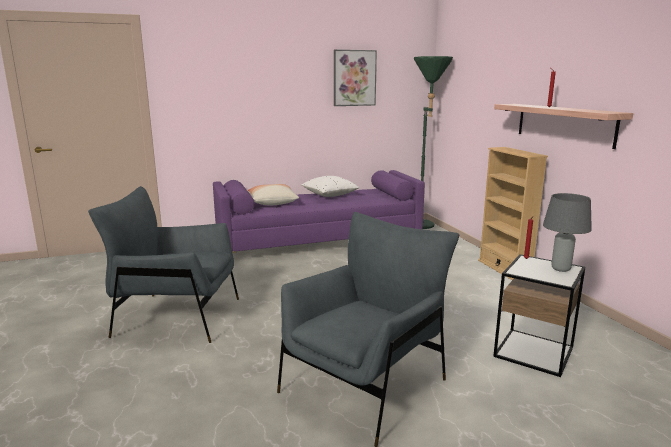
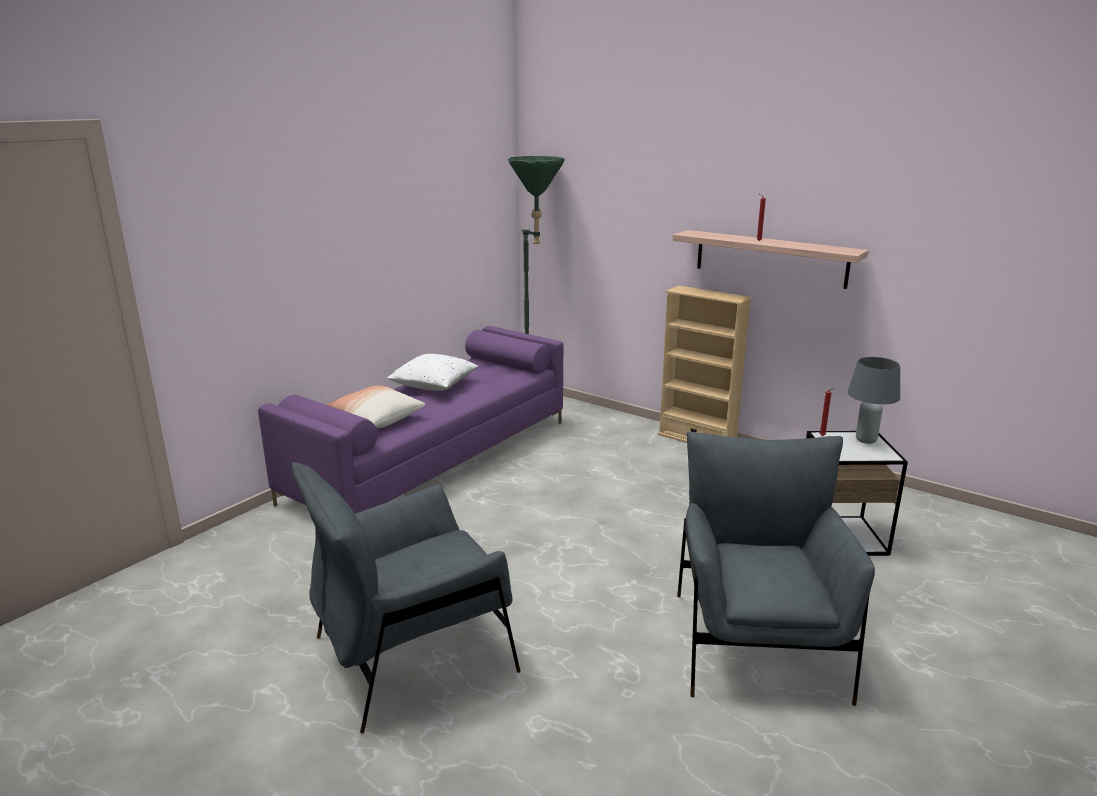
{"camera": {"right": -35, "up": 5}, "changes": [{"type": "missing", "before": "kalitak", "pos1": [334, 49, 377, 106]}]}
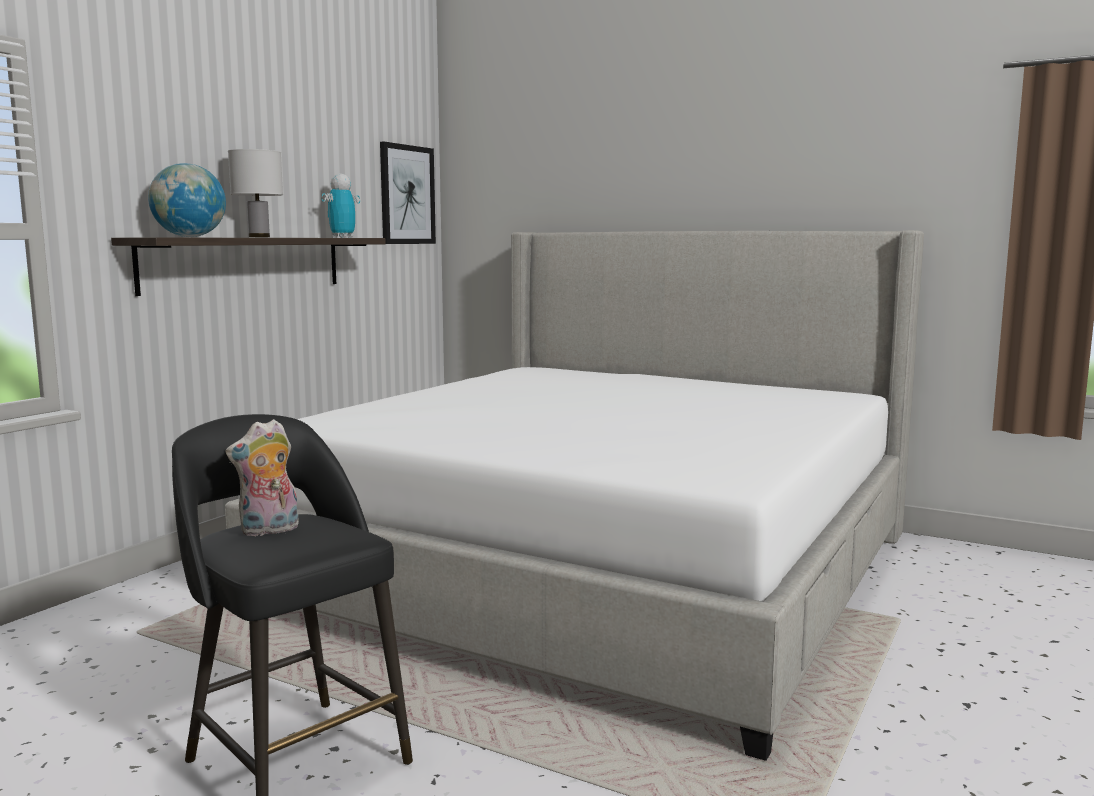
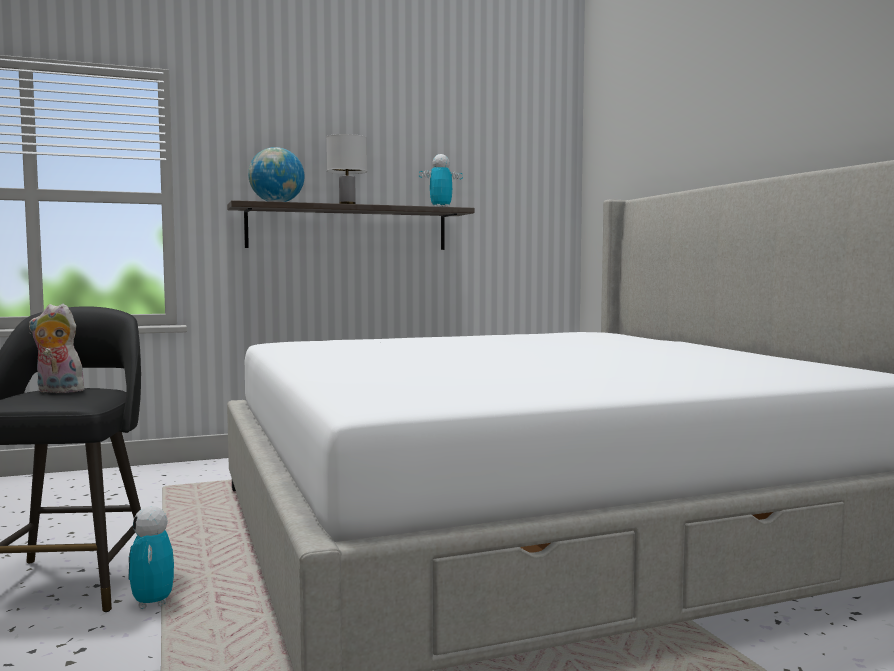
{"camera": {"right": 40, "up": -5}, "changes": [{"type": "missing", "before": "kalitak", "pos1": [380, 142, 436, 244]}, {"type": "appeared", "after": "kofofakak", "pos2": [128, 506, 174, 609]}]}
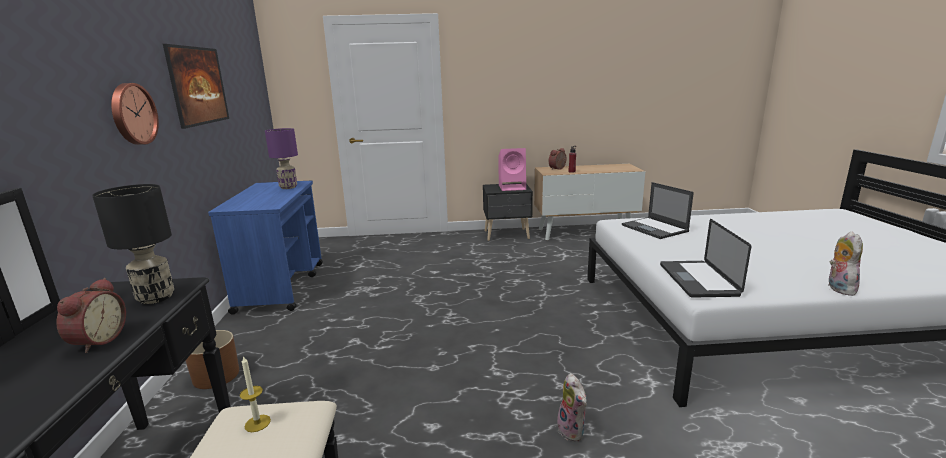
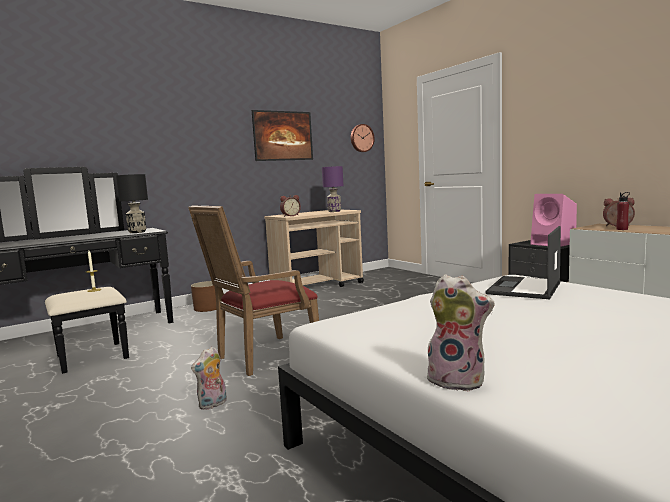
{"camera": {"right": 60, "up": -10}, "changes": [{"type": "relocated", "before": "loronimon", "pos1": [111, 83, 159, 145], "pos2": [351, 124, 375, 152]}, {"type": "colour", "before": "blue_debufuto", "after": "beige_debufuto", "pos1": [208, 181, 323, 314], "pos2": [264, 210, 364, 287]}, {"type": "missing", "before": "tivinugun", "pos1": [660, 219, 751, 298]}, {"type": "spun", "before": "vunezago", "pos1": [828, 231, 863, 296], "pos2": [427, 274, 495, 392], "turn": 45}, {"type": "relocated", "before": "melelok", "pos1": [56, 278, 126, 353], "pos2": [280, 195, 301, 217]}, {"type": "appeared", "after": "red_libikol", "pos2": [188, 206, 319, 376]}]}
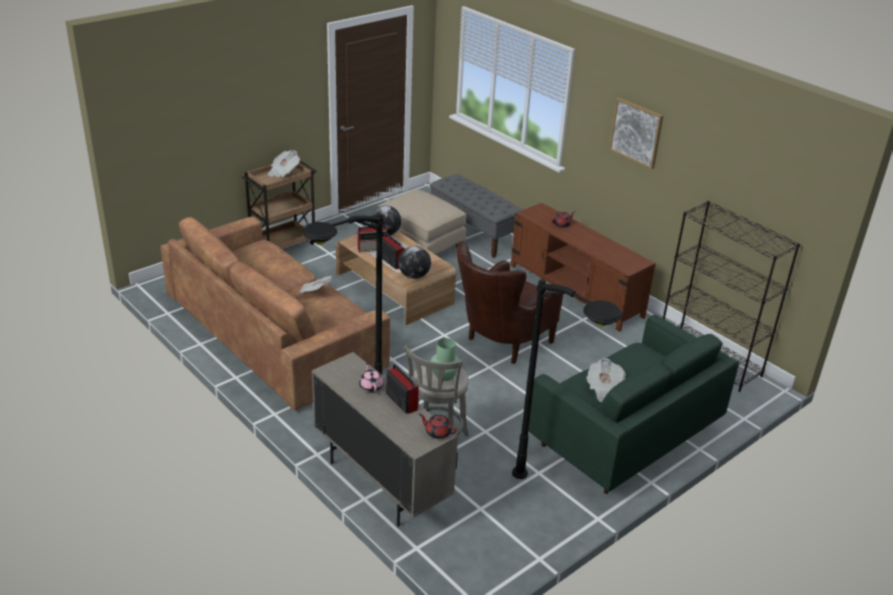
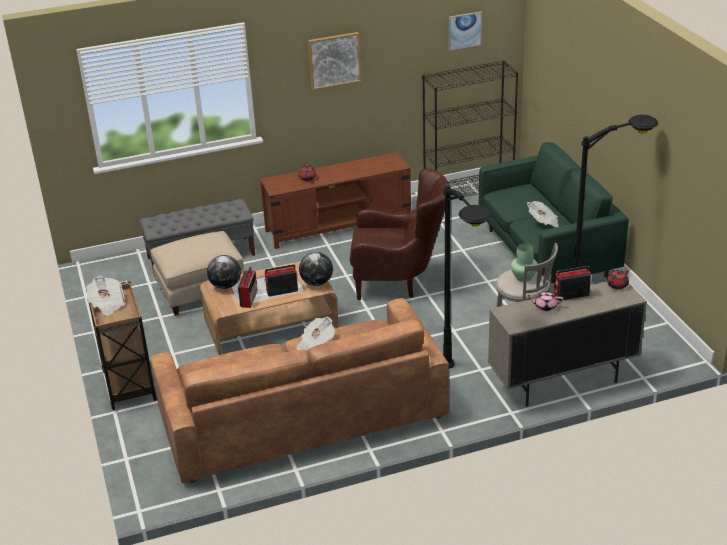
{"camera": {"right": -65, "up": 0}, "changes": [{"type": "spun", "before": "brown_libikol", "pos1": [457, 241, 563, 364], "pos2": [350, 168, 449, 300], "turn": -60}, {"type": "appeared", "after": "kalitak", "pos2": [449, 11, 482, 51]}]}
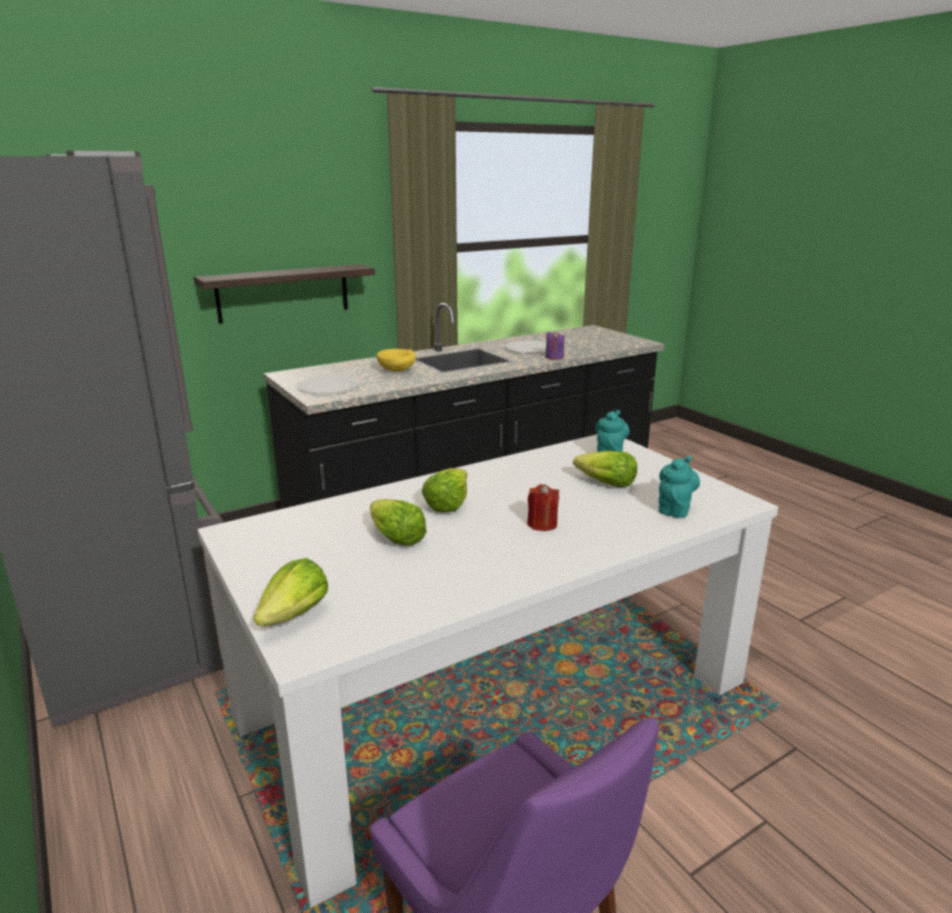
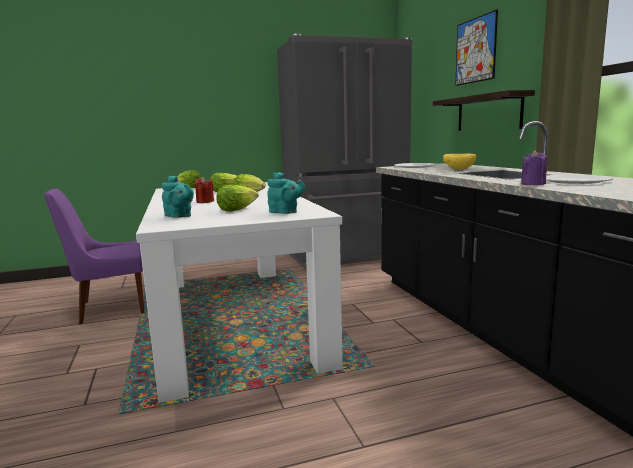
{"camera": {"right": 105, "up": -10}, "changes": [{"type": "appeared", "after": "kalitak", "pos2": [455, 10, 498, 86]}]}
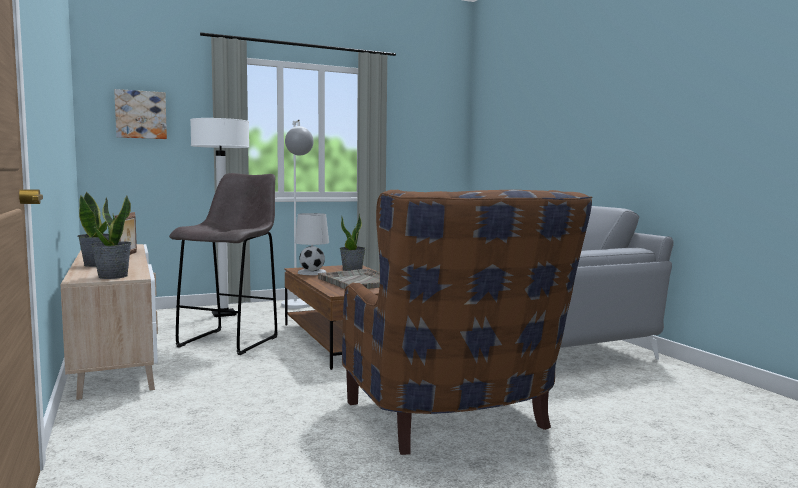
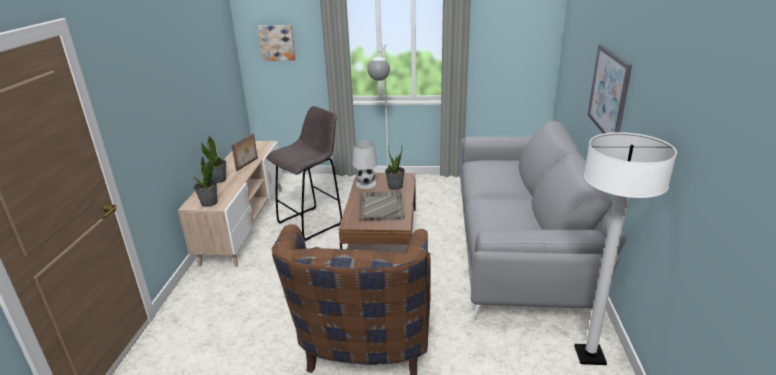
{"camera": {"right": 30, "up": 20}, "changes": [{"type": "relocated", "before": "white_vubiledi", "pos1": [190, 118, 250, 317], "pos2": [574, 132, 677, 365]}, {"type": "appeared", "after": "kalitak", "pos2": [588, 45, 632, 134]}]}
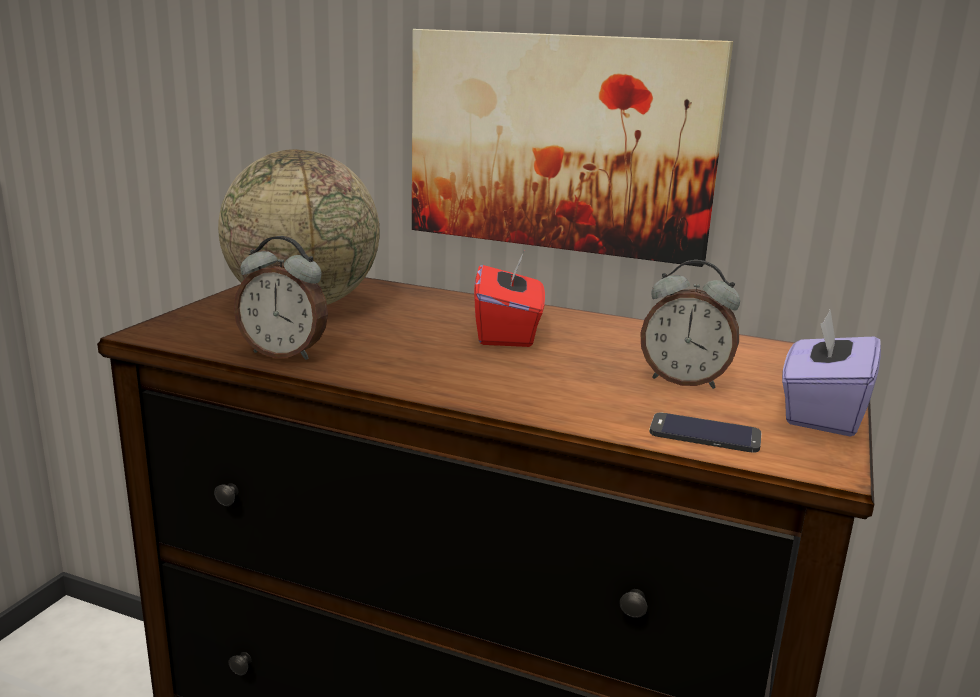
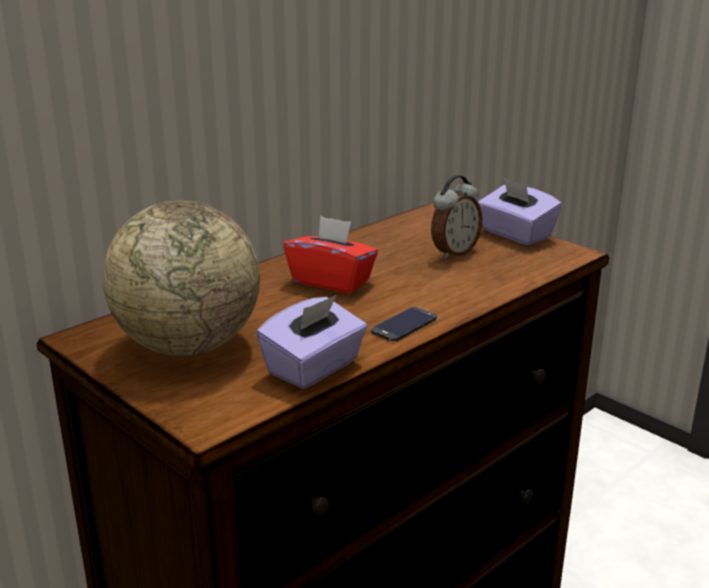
{"camera": {"right": -65, "up": 5}, "changes": [{"type": "missing", "before": "kalitak", "pos1": [412, 29, 733, 267]}, {"type": "exchanged", "before": "melelok", "after": "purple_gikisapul", "pos1": [234, 236, 328, 360], "pos2": [256, 295, 367, 389]}, {"type": "relocated", "before": "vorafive", "pos1": [649, 413, 761, 452], "pos2": [371, 307, 437, 341]}]}
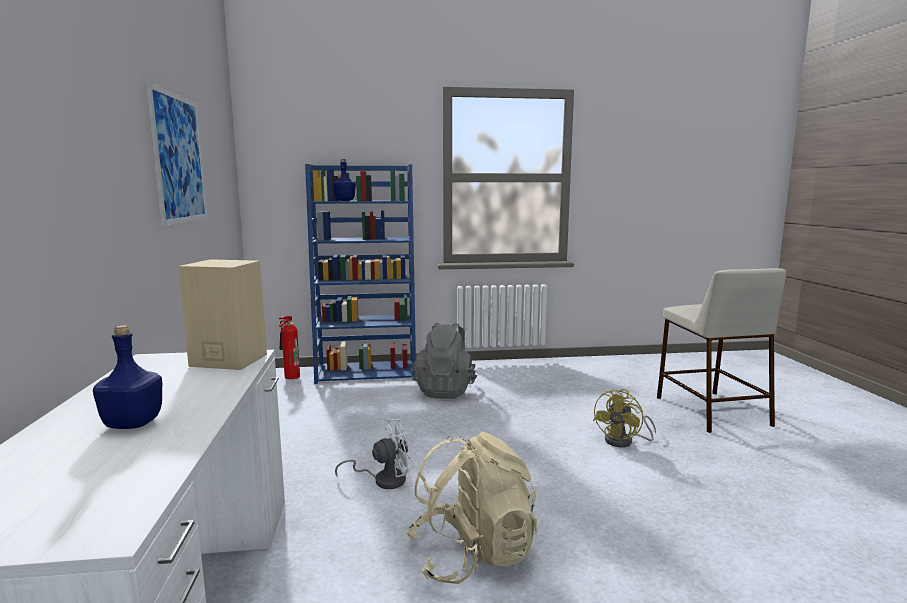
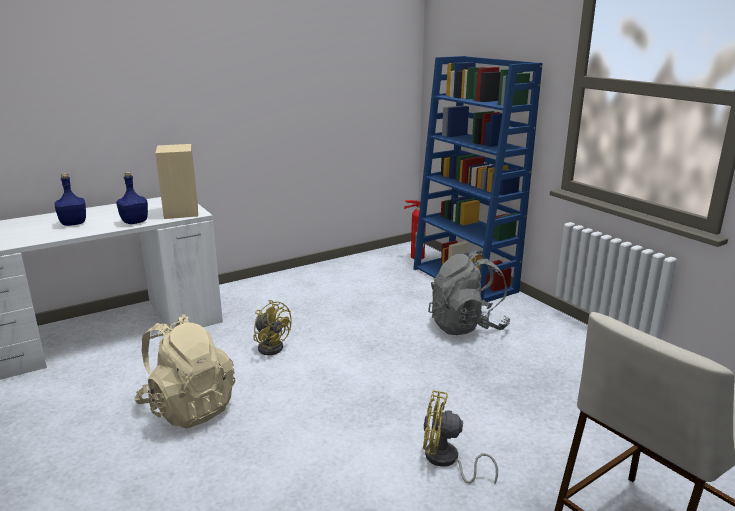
{"camera": {"right": 65, "up": 10}, "changes": [{"type": "missing", "before": "kalitak", "pos1": [146, 82, 207, 226]}, {"type": "relocated", "before": "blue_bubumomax", "pos1": [333, 159, 356, 201], "pos2": [116, 172, 148, 224]}, {"type": "colour", "before": "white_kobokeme", "after": "yellow_kobokeme", "pos1": [335, 419, 414, 489], "pos2": [253, 300, 292, 355]}]}
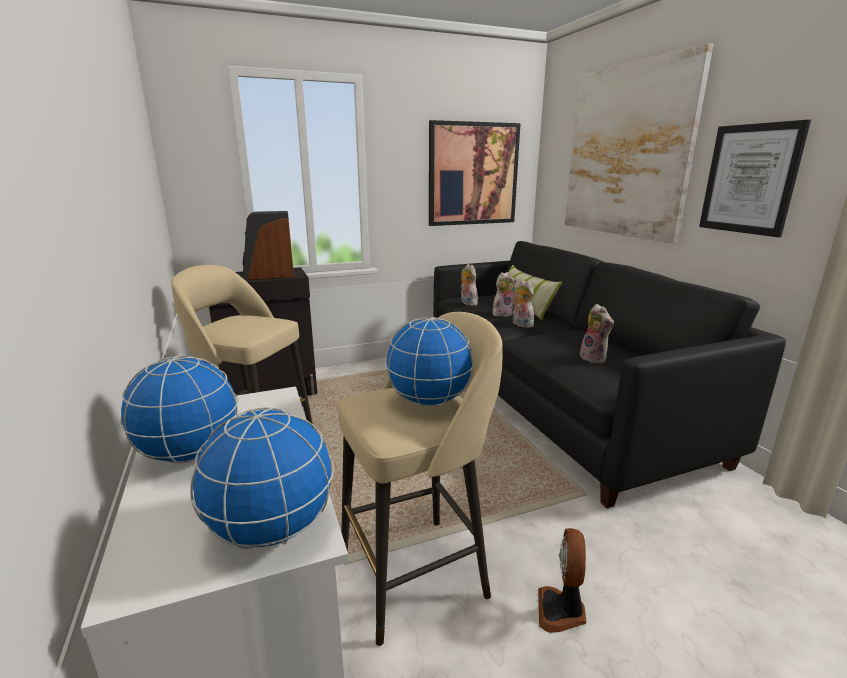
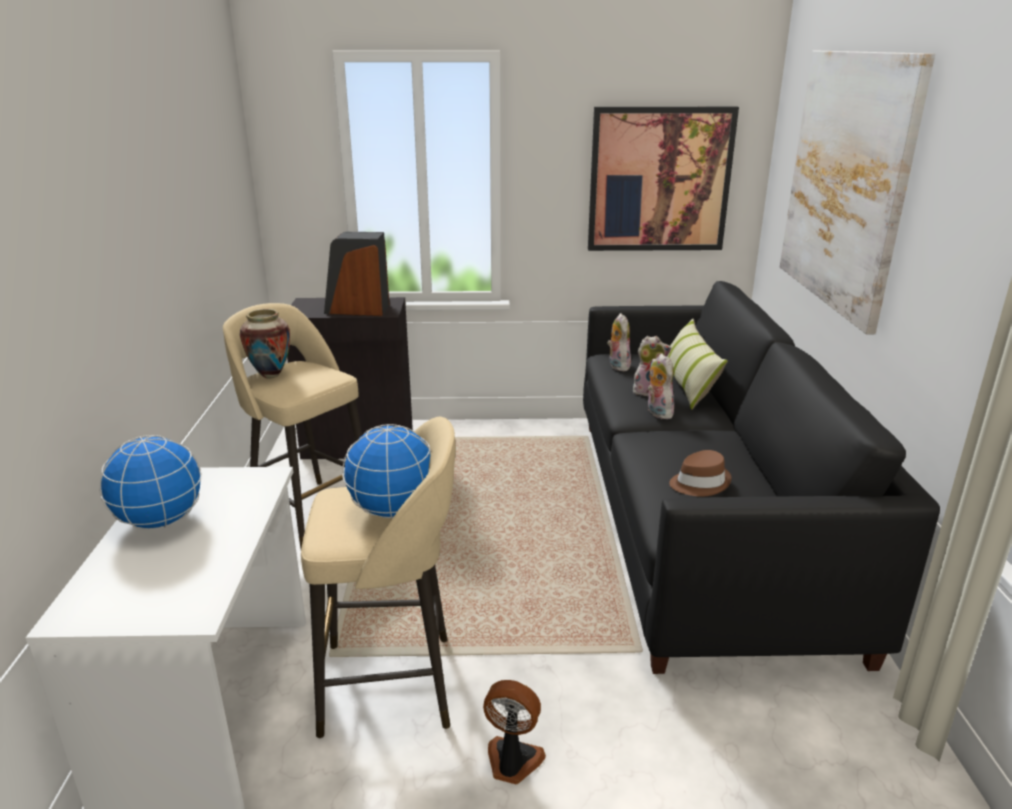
{"camera": {"right": 20, "up": 5}, "changes": [{"type": "missing", "before": "kalitak", "pos1": [699, 120, 811, 237]}, {"type": "exchanged", "before": "vunezago", "after": "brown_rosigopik", "pos1": [580, 304, 614, 364], "pos2": [669, 450, 732, 497]}, {"type": "missing", "before": "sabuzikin", "pos1": [190, 407, 334, 549]}, {"type": "spun", "before": "kobokeme", "pos1": [538, 528, 587, 633], "pos2": [483, 680, 546, 784], "turn": 75}, {"type": "appeared", "after": "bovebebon", "pos2": [240, 309, 290, 379]}]}
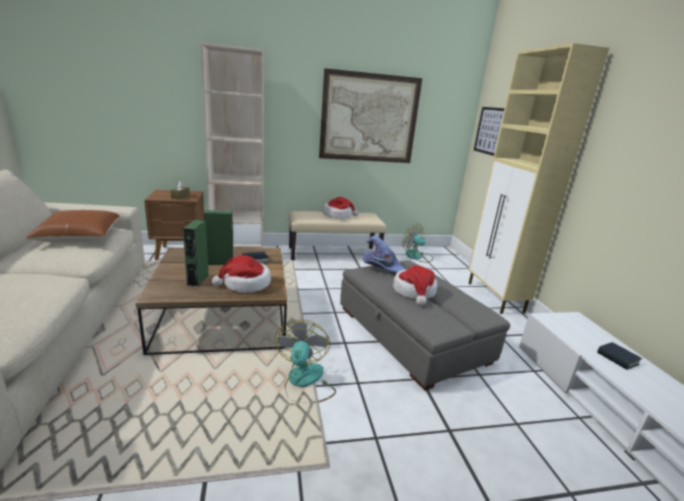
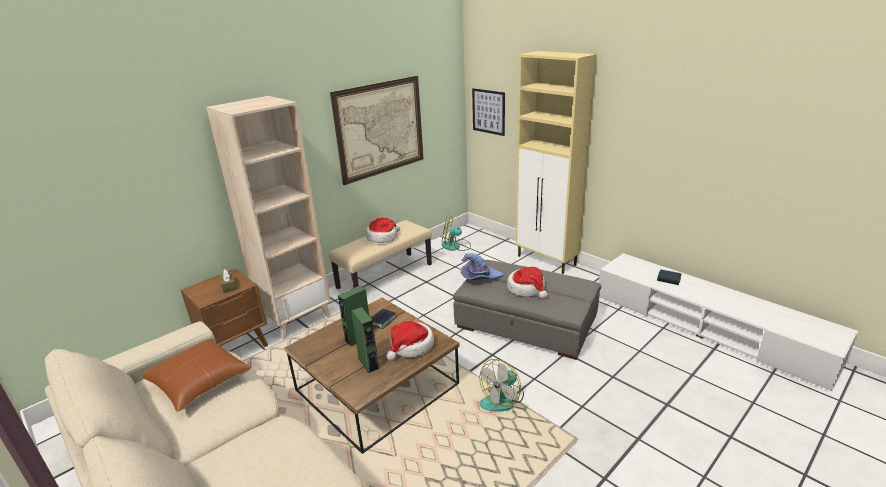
{"camera": {"right": -30, "up": 5}, "changes": [{"type": "spun", "before": "kobokeme", "pos1": [275, 320, 336, 402], "pos2": [479, 359, 524, 411], "turn": -105}]}
